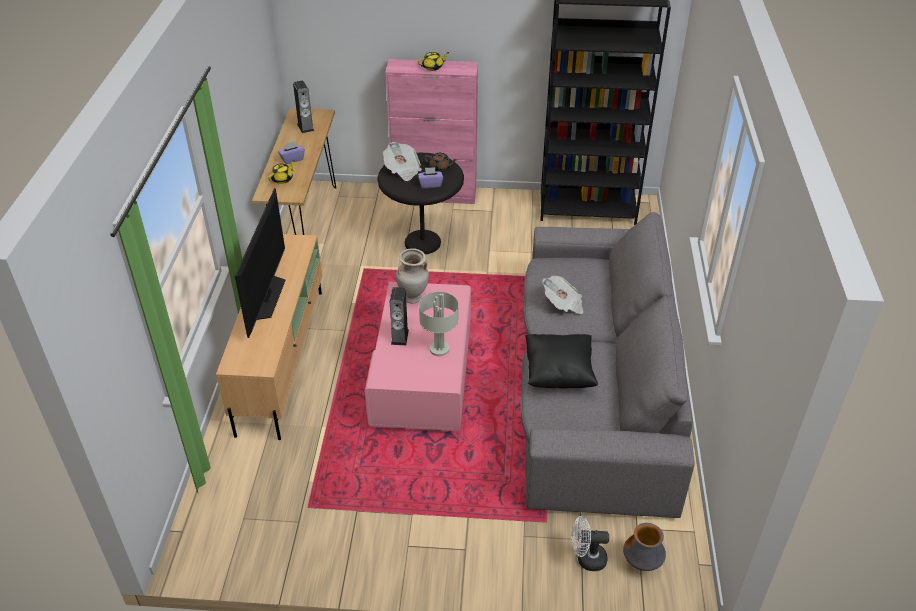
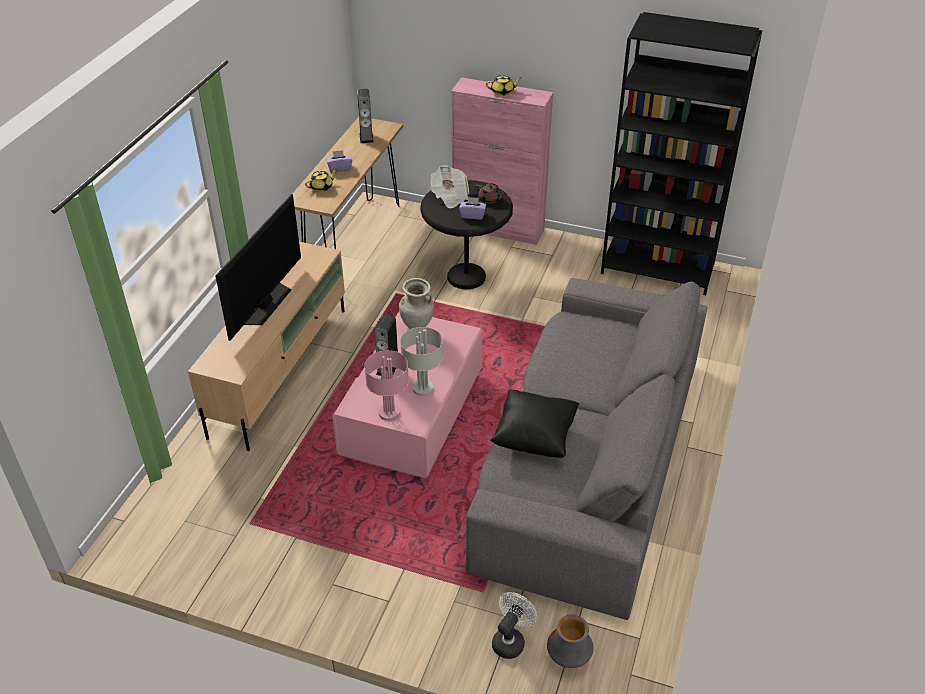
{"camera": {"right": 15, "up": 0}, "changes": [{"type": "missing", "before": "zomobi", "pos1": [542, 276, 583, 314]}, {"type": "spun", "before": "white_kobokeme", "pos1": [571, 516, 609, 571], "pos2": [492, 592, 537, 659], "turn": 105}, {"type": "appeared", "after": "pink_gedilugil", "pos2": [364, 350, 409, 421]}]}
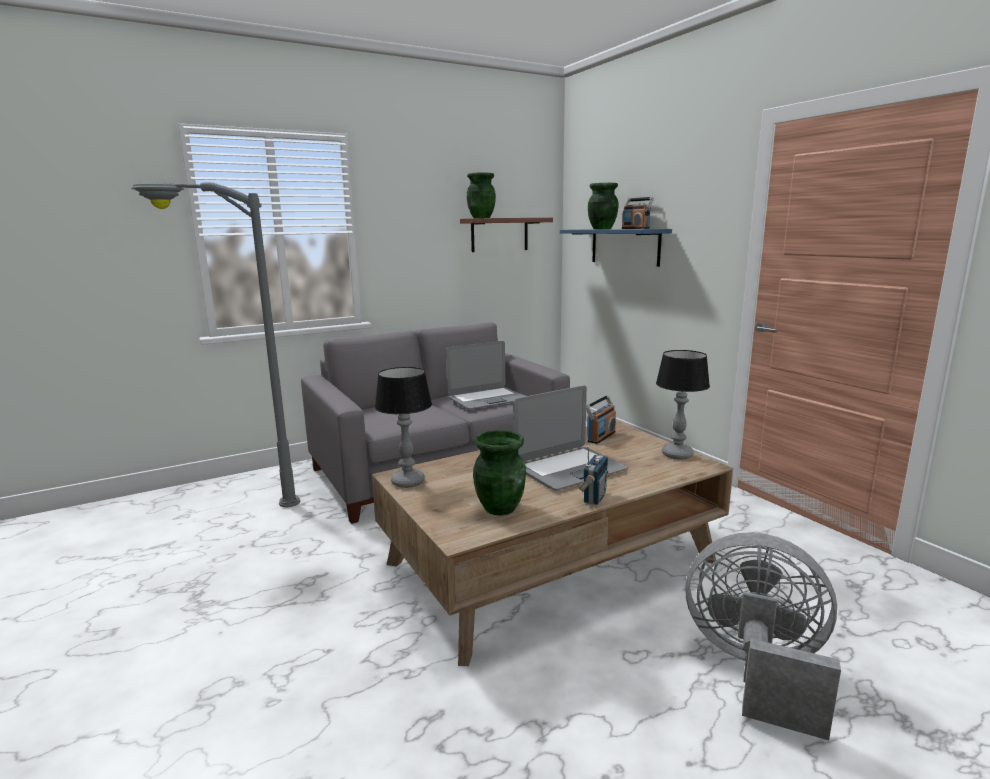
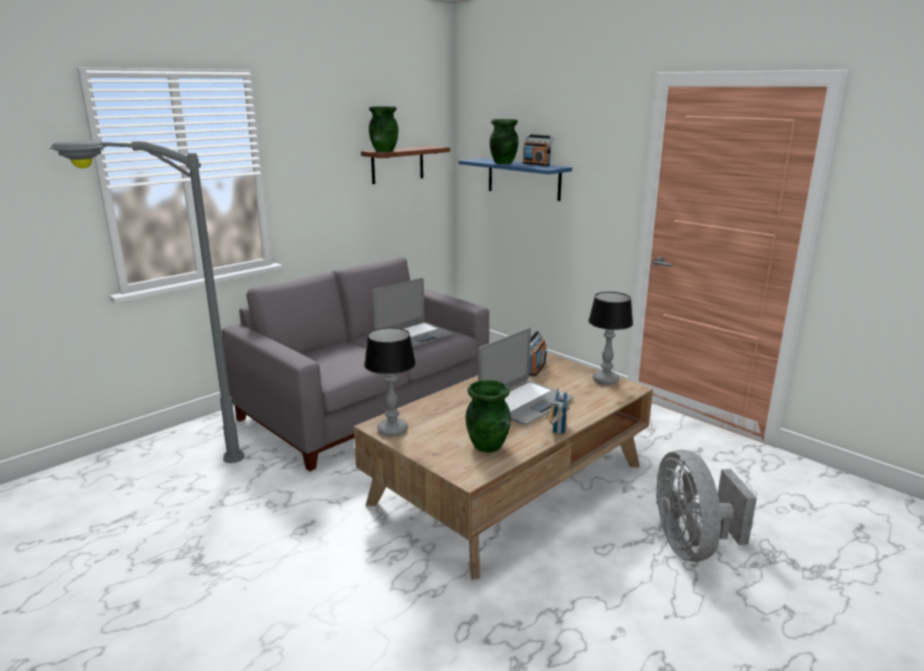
{"camera": {"right": -15, "up": 5}, "changes": [{"type": "spun", "before": "grey_kobokeme", "pos1": [685, 532, 841, 740], "pos2": [656, 450, 757, 562], "turn": -105}]}
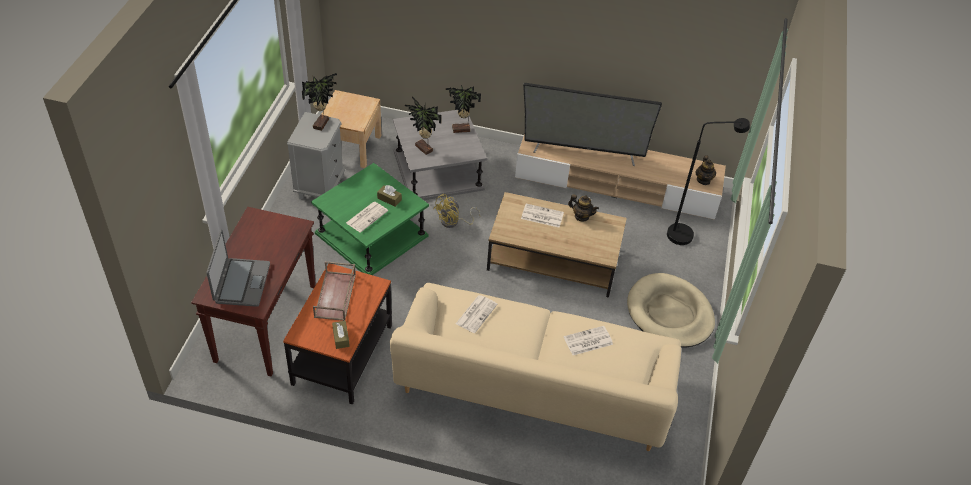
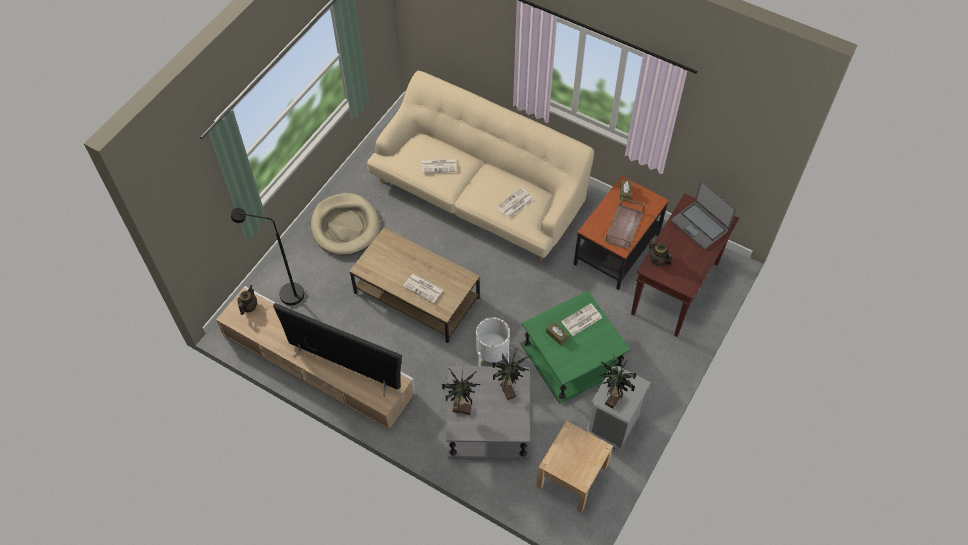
{"camera": {"right": -160, "up": 10}, "changes": [{"type": "exchanged", "before": "yellow_kobokeme", "after": "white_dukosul", "pos1": [433, 194, 480, 228], "pos2": [476, 317, 510, 366]}, {"type": "relocated", "before": "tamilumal", "pos1": [568, 194, 599, 222], "pos2": [649, 239, 672, 266]}, {"type": "spun", "before": "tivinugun", "pos1": [206, 229, 270, 307], "pos2": [671, 181, 736, 249], "turn": -60}]}
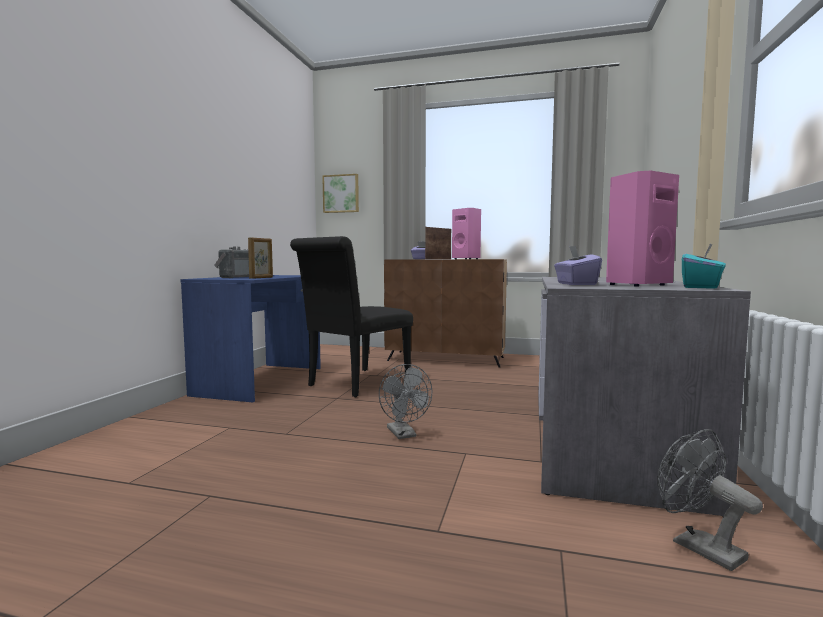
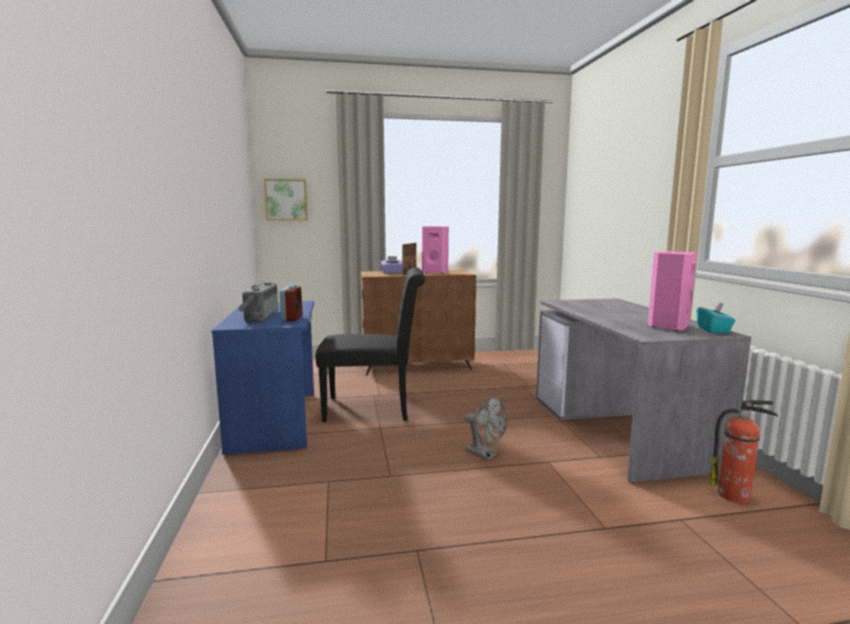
{"camera": {"right": -25, "up": 5}, "changes": [{"type": "spun", "before": "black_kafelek", "pos1": [290, 236, 413, 397], "pos2": [316, 267, 425, 422], "turn": -105}, {"type": "exchanged", "before": "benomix", "after": "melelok", "pos1": [248, 237, 273, 279], "pos2": [280, 284, 302, 321]}, {"type": "missing", "before": "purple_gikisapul", "pos1": [554, 246, 602, 285]}, {"type": "exchanged", "before": "grey_kobokeme", "after": "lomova", "pos1": [657, 429, 763, 571], "pos2": [710, 400, 778, 503]}]}
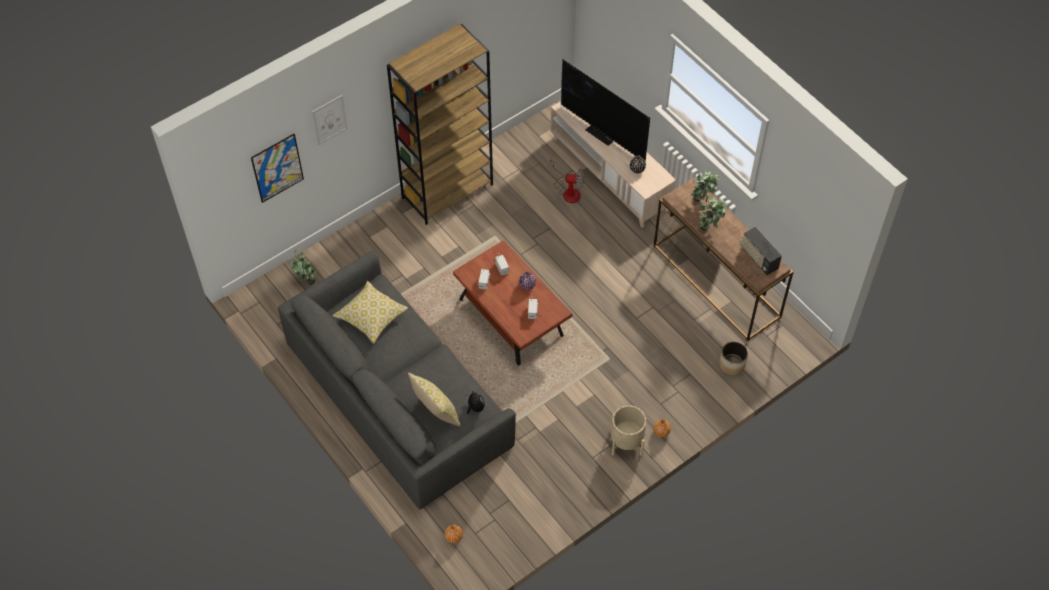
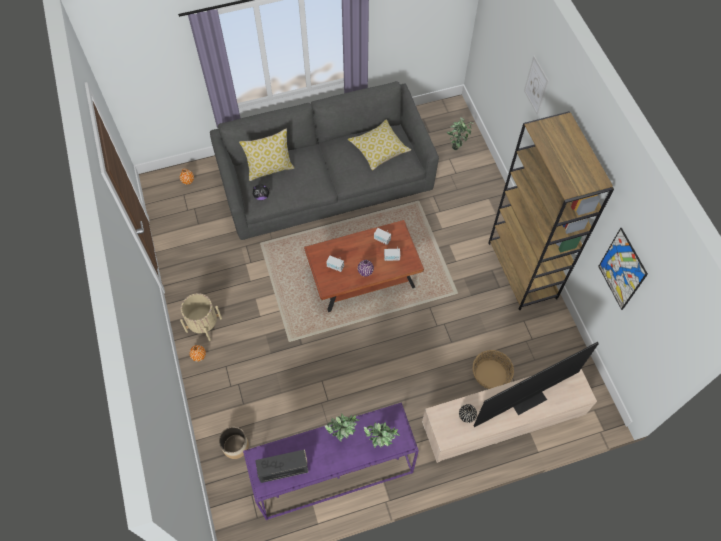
{"camera": {"right": 110, "up": 5}, "changes": [{"type": "relocated", "before": "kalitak", "pos1": [251, 134, 304, 203], "pos2": [598, 228, 648, 310]}, {"type": "exchanged", "before": "kobokeme", "after": "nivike", "pos1": [550, 157, 584, 203], "pos2": [472, 350, 514, 389]}, {"type": "colour", "before": "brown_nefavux", "after": "purple_nefavux", "pos1": [653, 177, 793, 341], "pos2": [243, 402, 419, 520]}]}
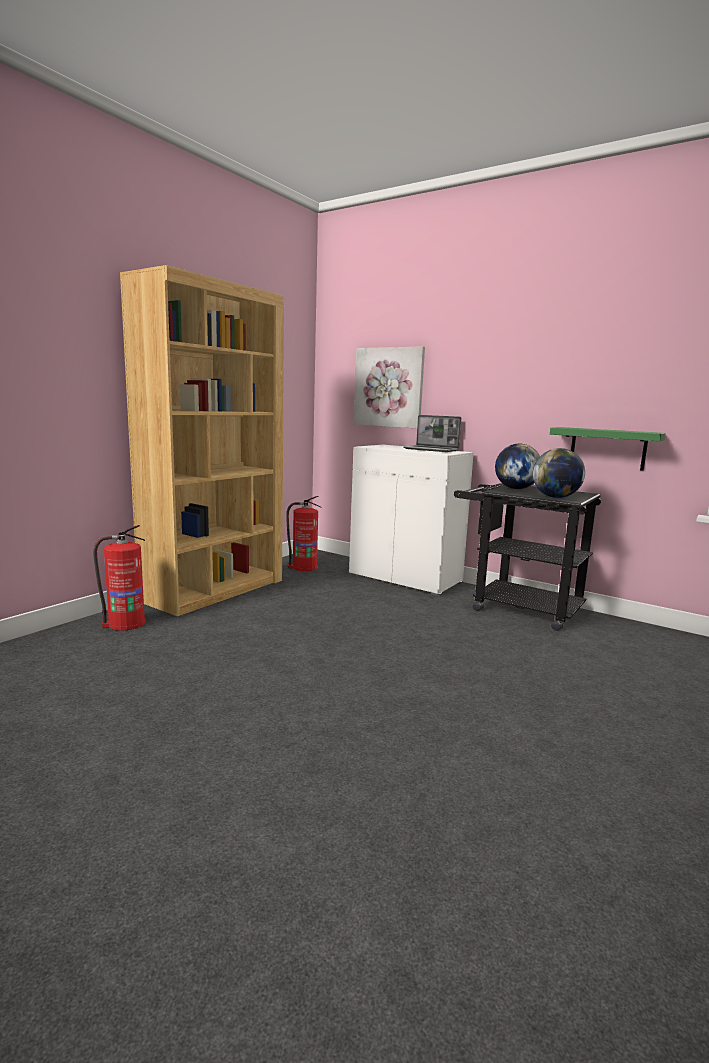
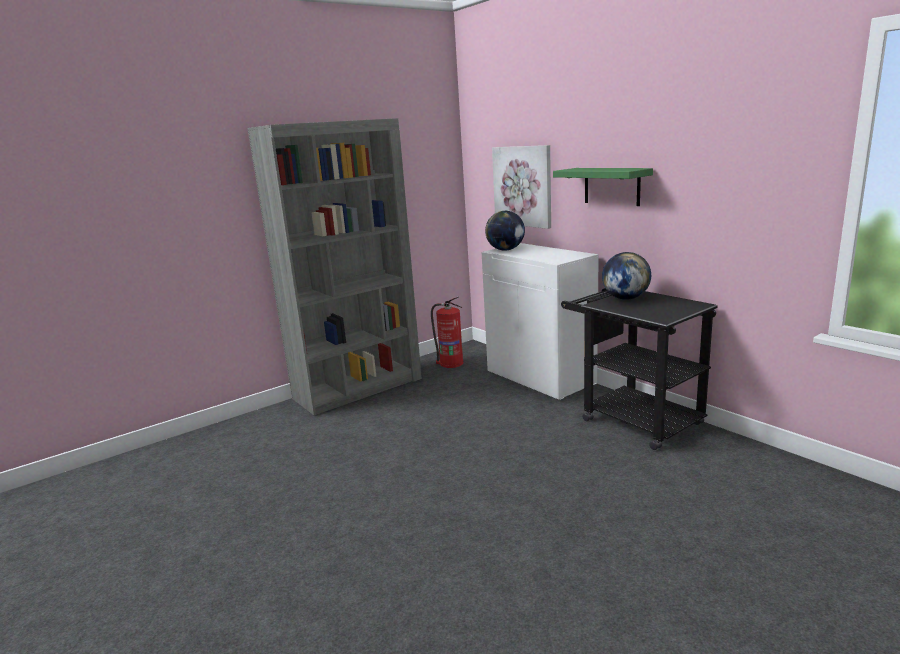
{"camera": {"right": 20, "up": 5}, "changes": [{"type": "colour", "before": "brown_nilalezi", "after": "grey_nilalezi", "pos1": [120, 265, 284, 616], "pos2": [247, 118, 422, 415]}, {"type": "missing", "before": "tivinugun", "pos1": [403, 415, 461, 452]}, {"type": "relocated", "before": "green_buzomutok", "pos1": [550, 427, 666, 471], "pos2": [553, 168, 653, 206]}, {"type": "relocated", "before": "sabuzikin", "pos1": [533, 448, 585, 498], "pos2": [485, 211, 525, 251]}, {"type": "missing", "before": "lomova", "pos1": [93, 525, 145, 631]}]}
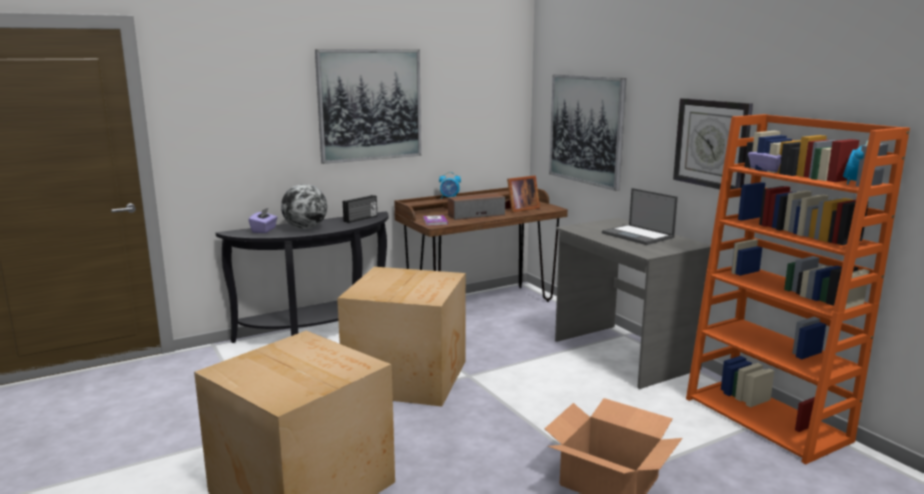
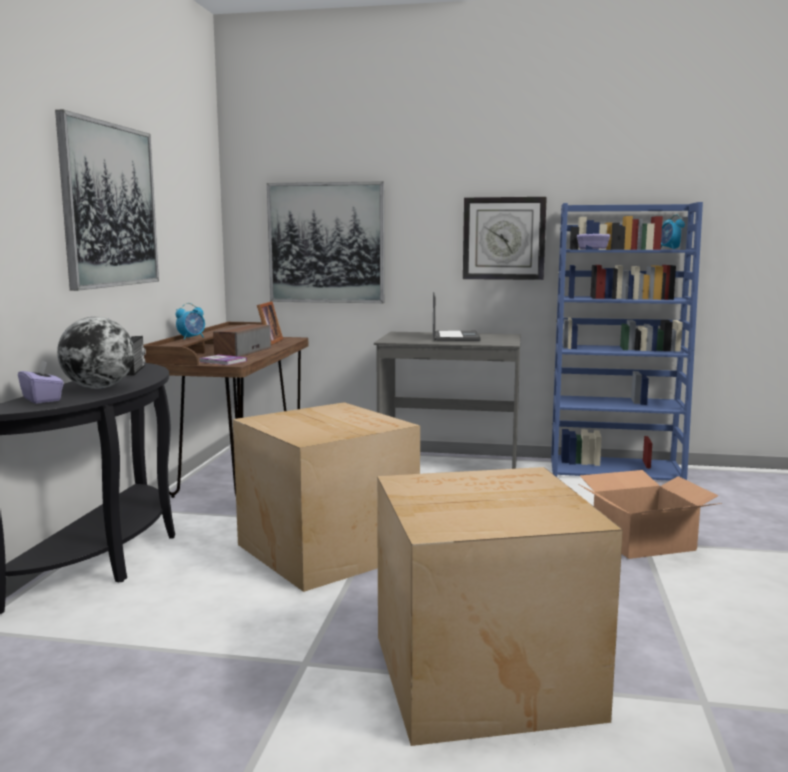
{"camera": {"right": -50, "up": -5}, "changes": [{"type": "colour", "before": "orange_nilalezi", "after": "blue_nilalezi", "pos1": [686, 114, 910, 464], "pos2": [551, 202, 703, 481]}, {"type": "spun", "before": "tivinugun", "pos1": [602, 188, 678, 245], "pos2": [433, 292, 481, 341], "turn": -90}]}
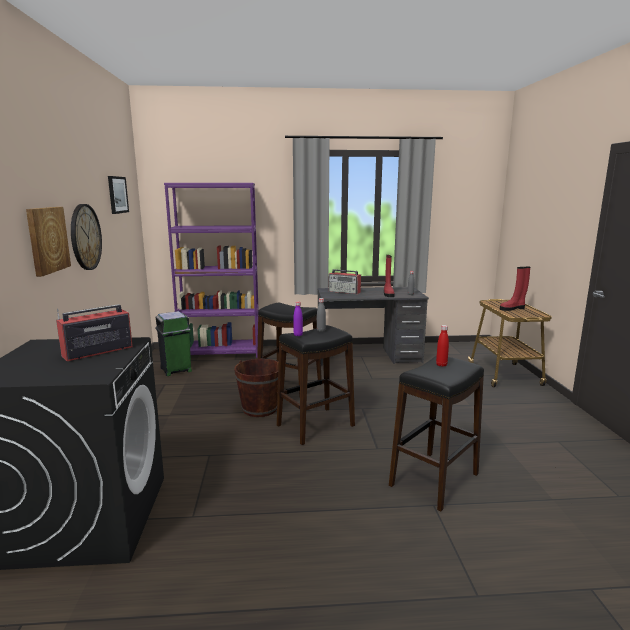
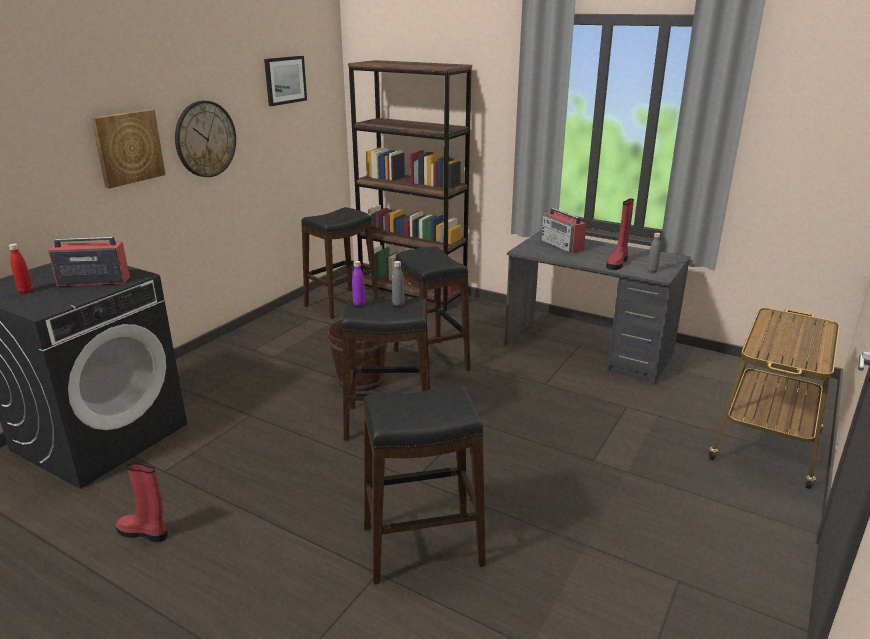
{"camera": {"right": 35, "up": 10}, "changes": [{"type": "colour", "before": "purple_nilalezi", "after": "brown_nilalezi", "pos1": [164, 183, 259, 358], "pos2": [348, 60, 472, 311]}, {"type": "relocated", "before": "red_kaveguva", "pos1": [500, 266, 530, 311], "pos2": [116, 463, 168, 542]}, {"type": "exchanged", "before": "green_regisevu", "after": "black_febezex", "pos1": [155, 311, 192, 376], "pos2": [301, 207, 378, 319]}, {"type": "relocated", "before": "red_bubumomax", "pos1": [436, 325, 449, 367], "pos2": [9, 244, 33, 294]}]}
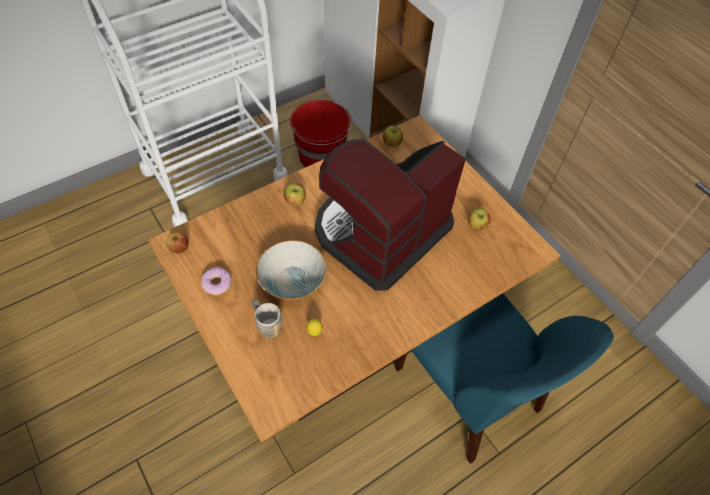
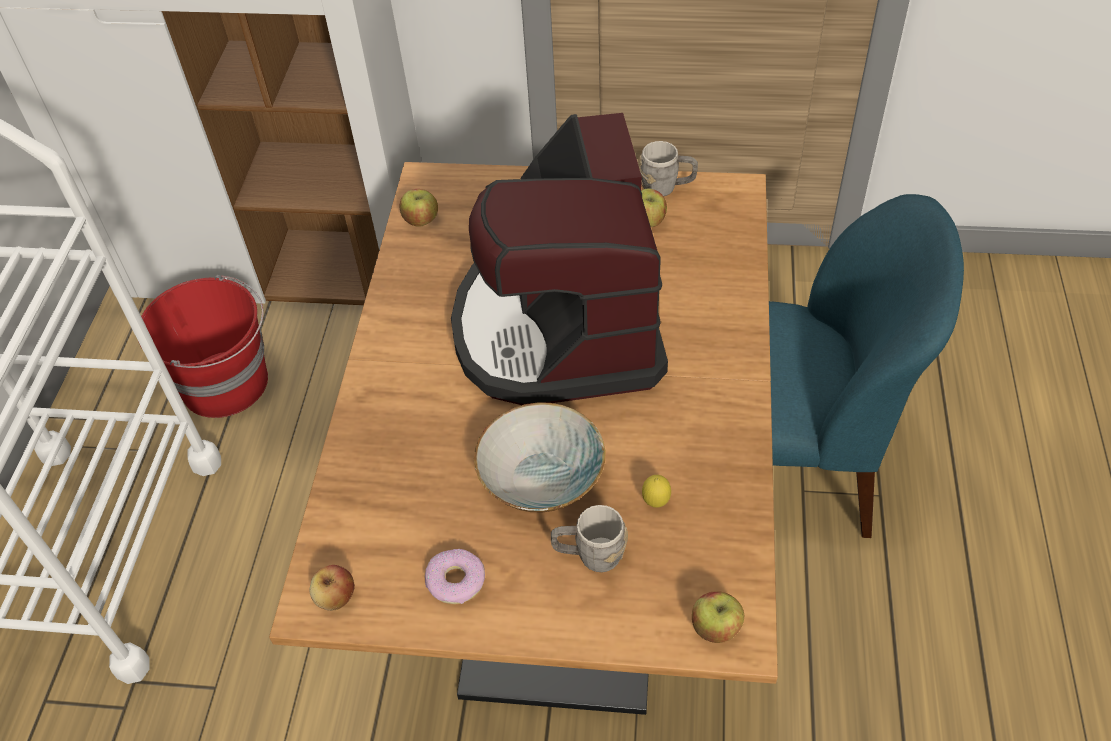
{"camera": {"right": -45, "up": -5}, "changes": [{"type": "relocated", "before": "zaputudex", "pos1": [284, 183, 306, 206], "pos2": [692, 591, 744, 643]}, {"type": "appeared", "after": "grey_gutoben", "pos2": [639, 141, 698, 196]}]}
